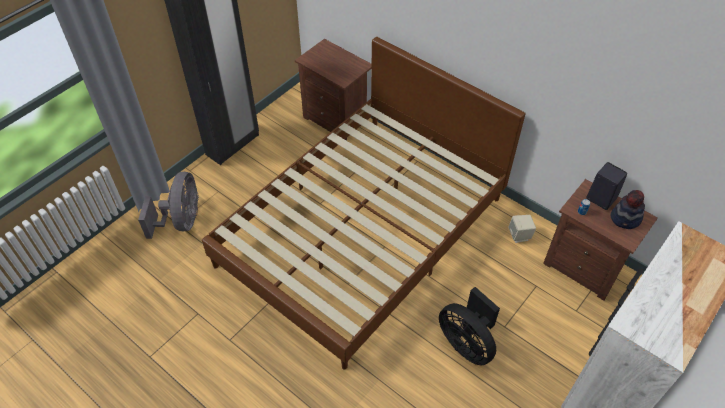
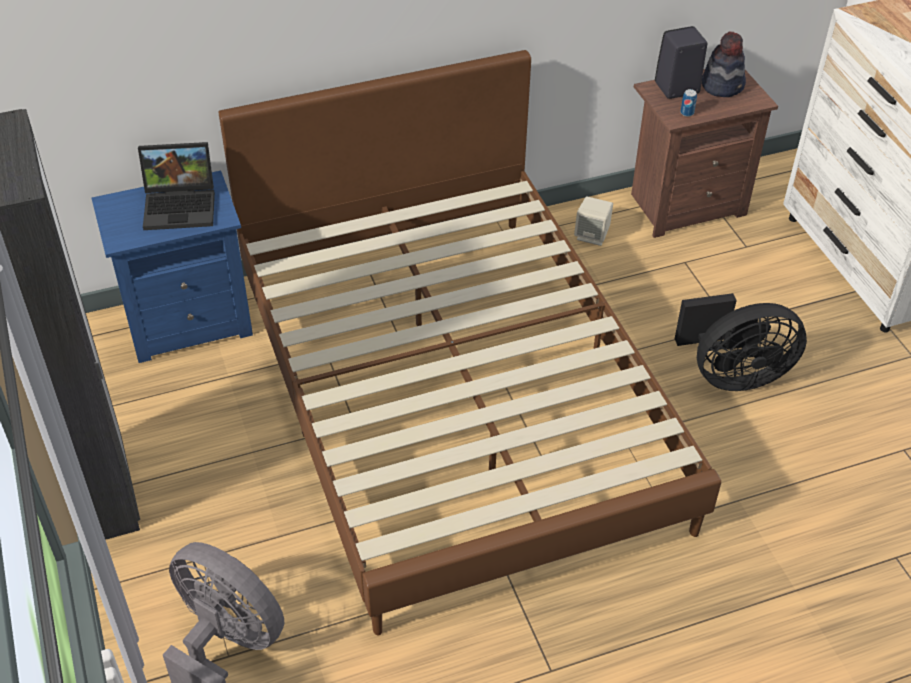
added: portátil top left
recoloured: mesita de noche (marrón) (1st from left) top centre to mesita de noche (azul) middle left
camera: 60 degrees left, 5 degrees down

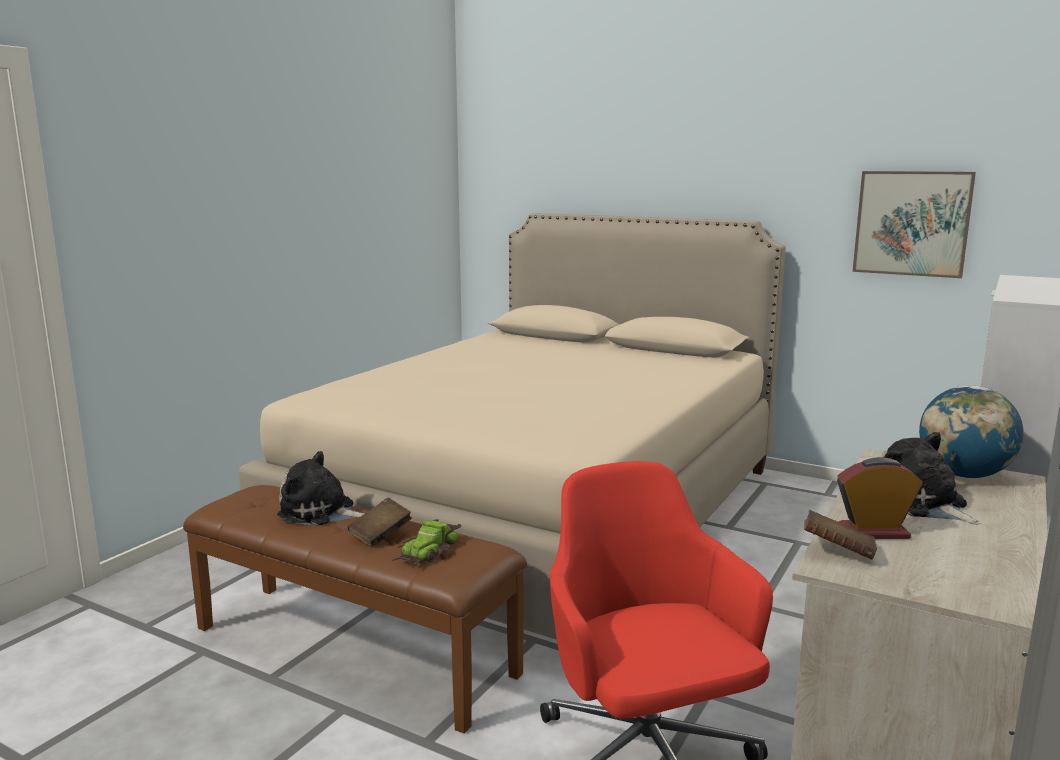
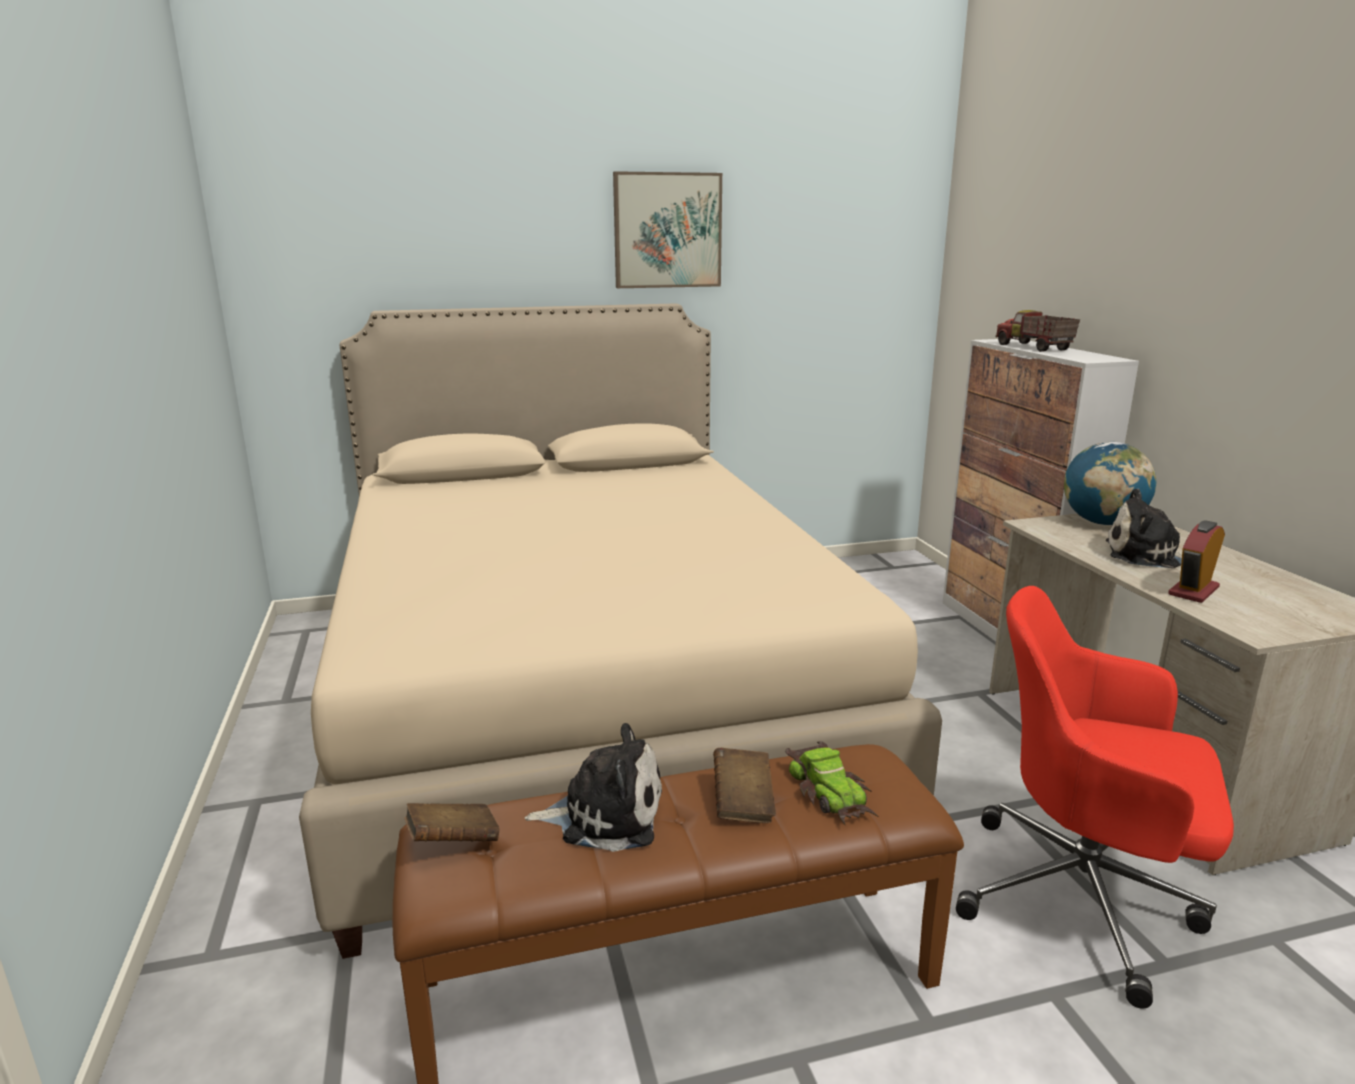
added: camión de juguete top right
moved: libro (marrón) (2nd from left in the first image) bottom right to libro (marrón) (1st from left) bottom left; cuadro top right to top centre
turned: peluche (1st from left) middle left = bottom centre 150 degrees counterclockwise
camera: 45 degrees left, 5 degrees up

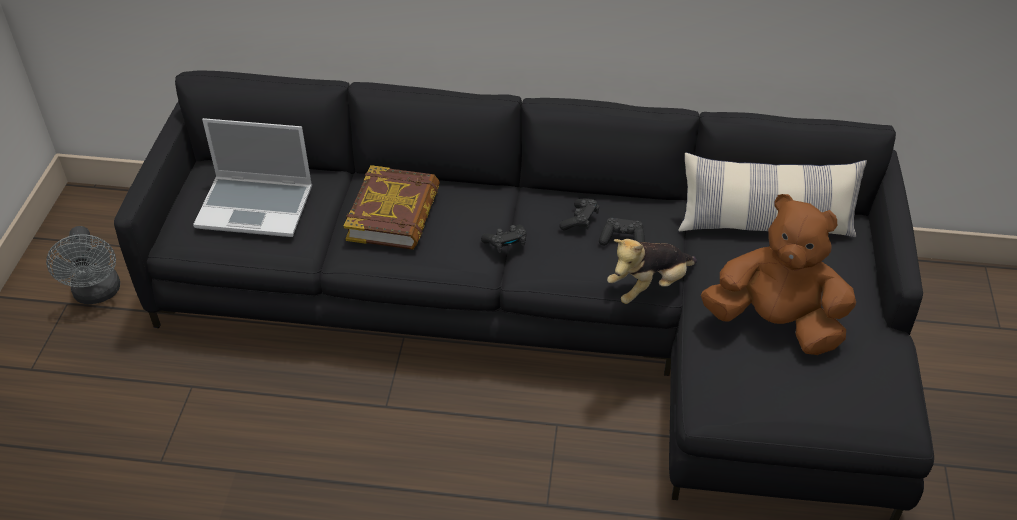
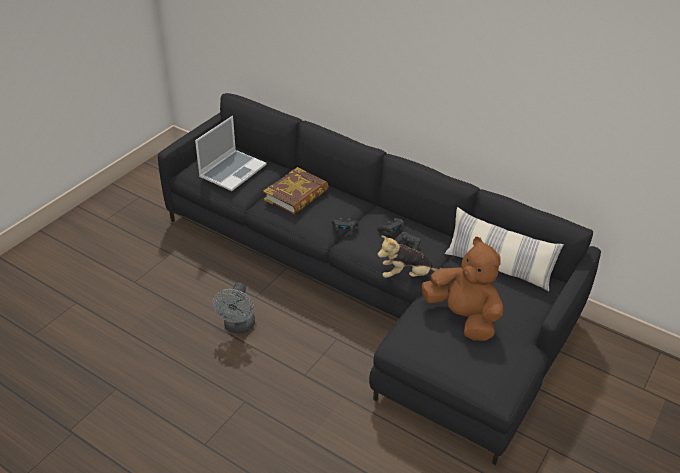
moved: ventilador (gris) middle left to centre
turned: portátil middle left = top centre 90 degrees counterclockwise
camera: 25 degrees right, 5 degrees down

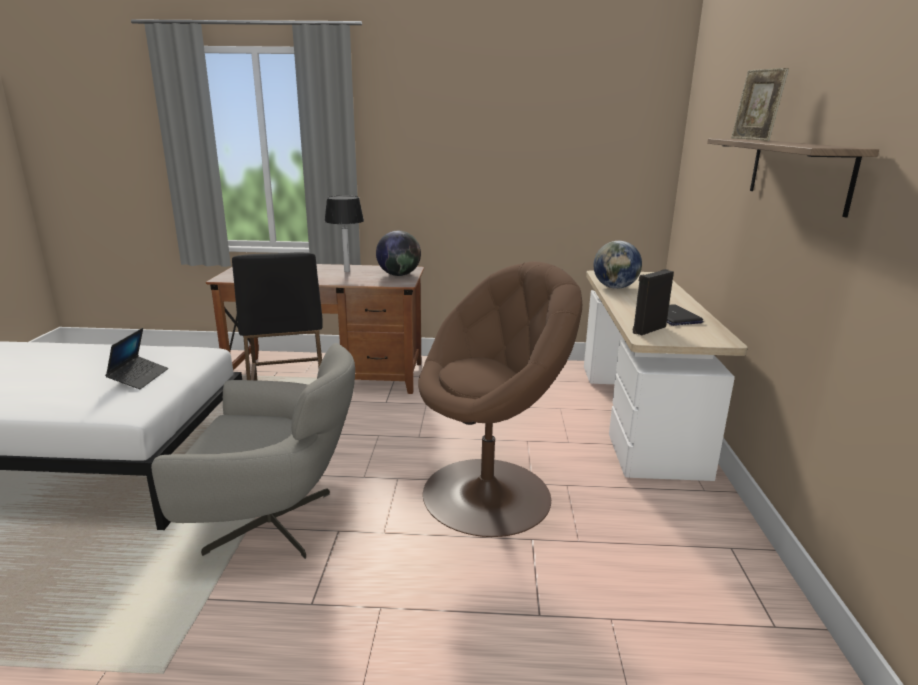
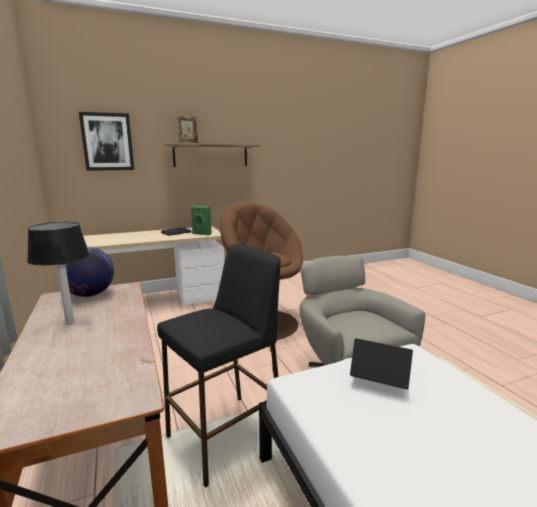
removed: globo terráqueo (2nd from left) middle right
added: cuadro top left
recoloured: altavoz (negro) middle right to altavoz (verde) centre
turned: portátil (1st from left in the first image) middle left = bottom right 45 degrees clockwise
camera: 115 degrees left, 5 degrees down

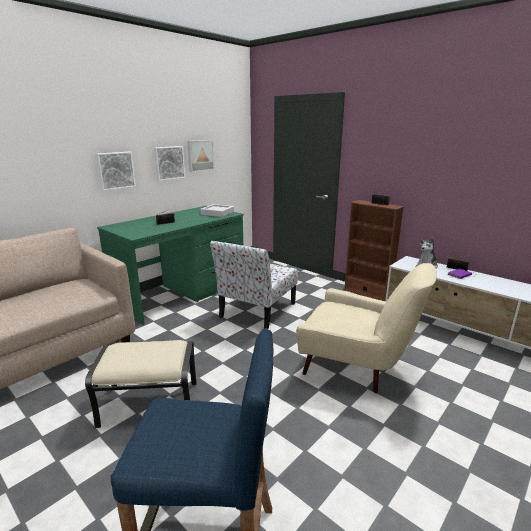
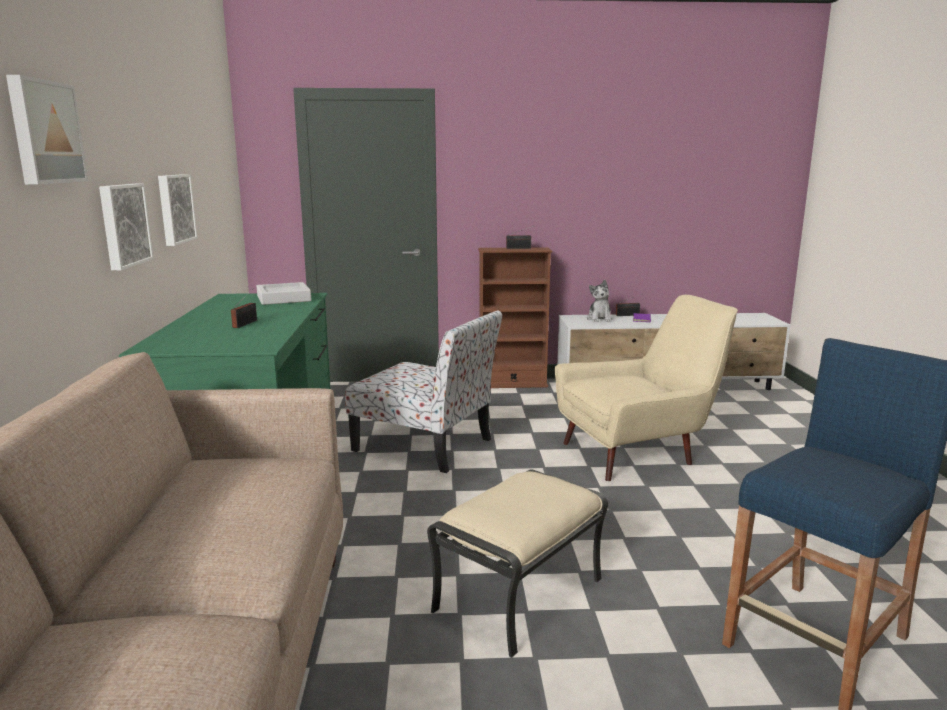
moved: cuadro (3rd from left in the first image) top centre to cuadro (1st from left) top left
turned: silla centre = centre 45 degrees counterclockwise
camera: 45 degrees left, 5 degrees down

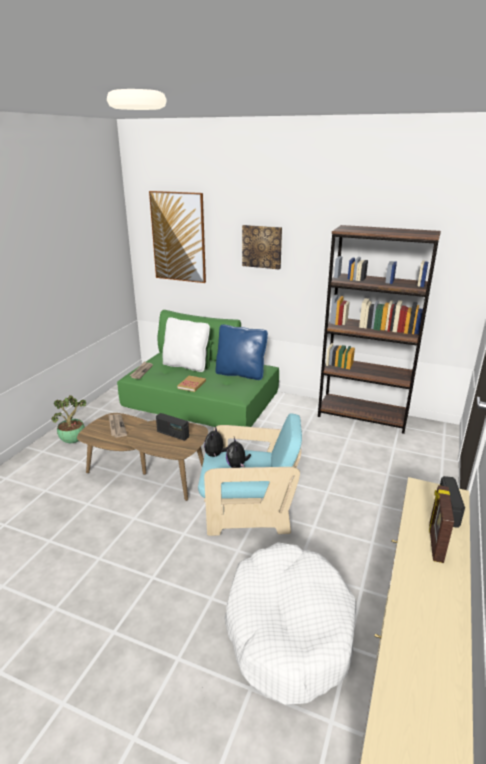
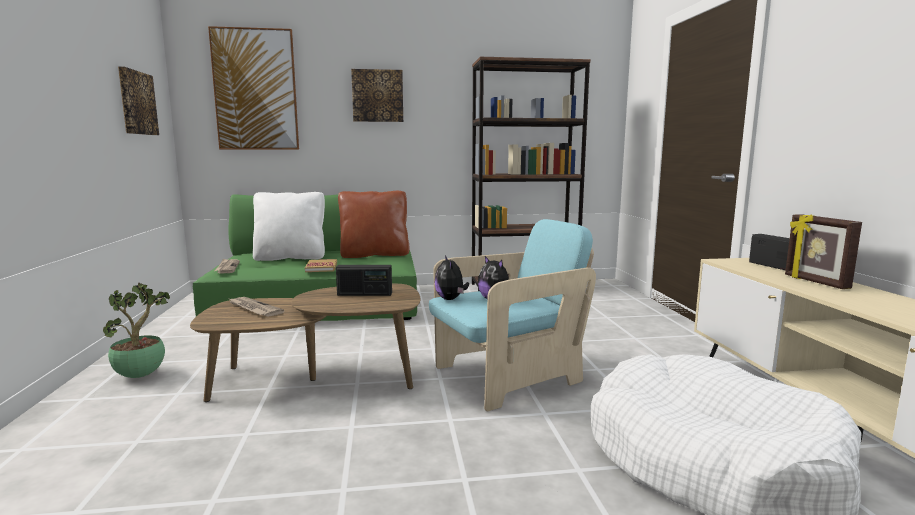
added: cuadro (1st from left) top left
recoloured: cojín (azul) centre to cojín (marrón) centre
camera: 30 degrees left, 15 degrees down

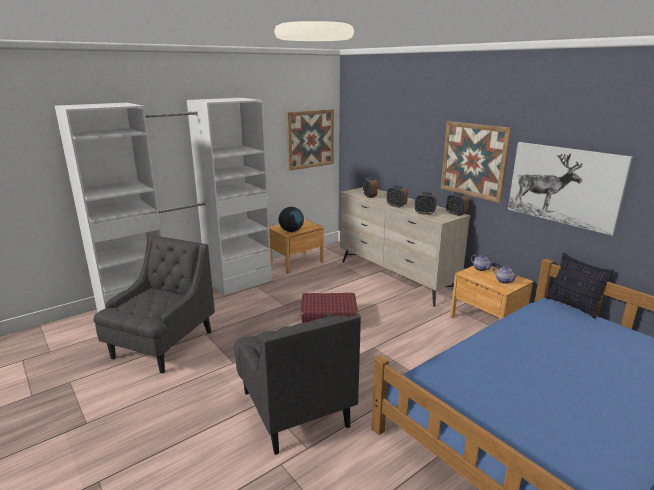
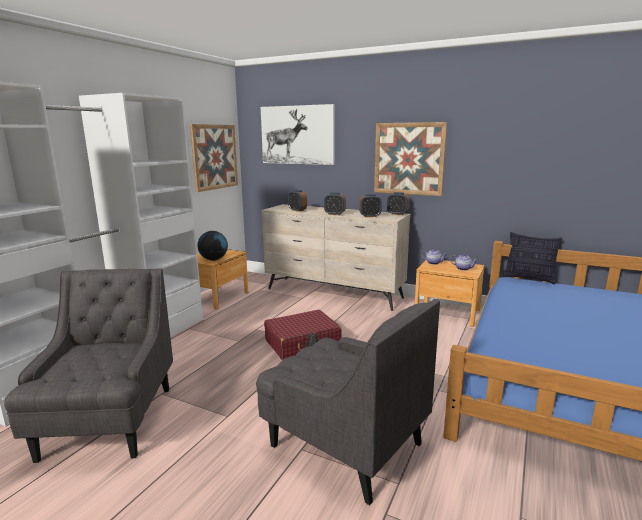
moved: cuadro (3rd from left in the first image) middle right to cuadro (2nd from left) top centre
camera: 25 degrees left, 5 degrees down

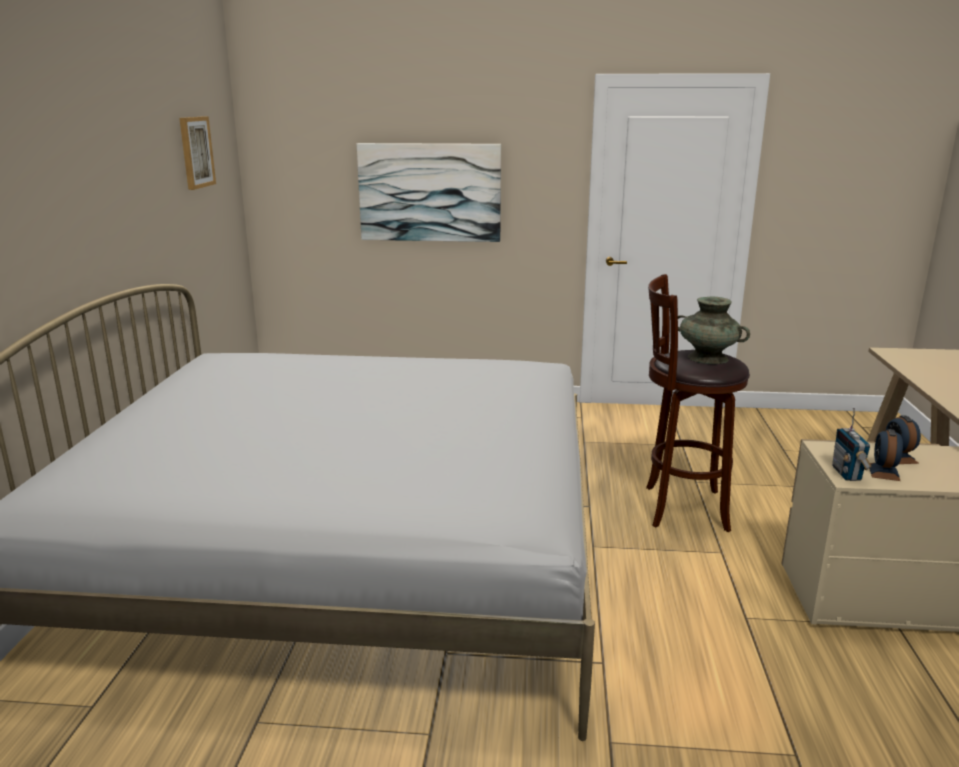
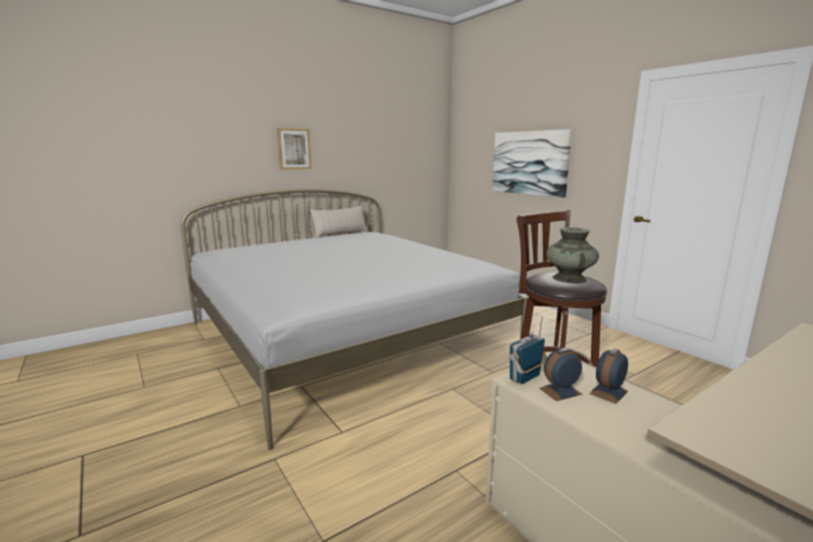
added: cojín (beis) centre
moved: cuadro (1st from left) top left to top centre
camera: 50 degrees right, 5 degrees down

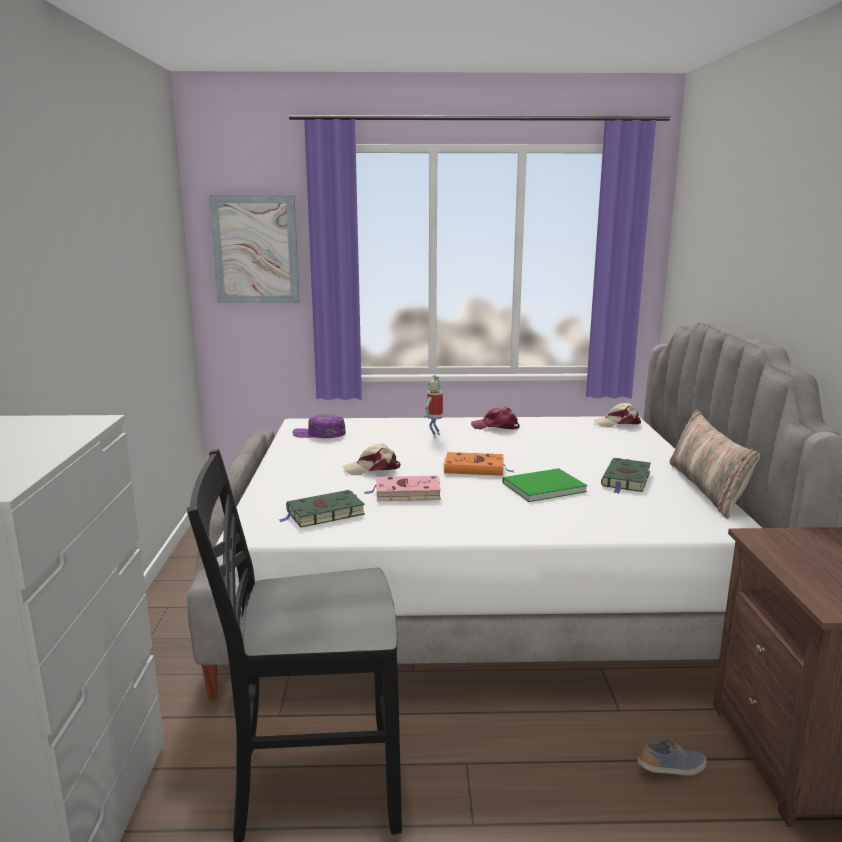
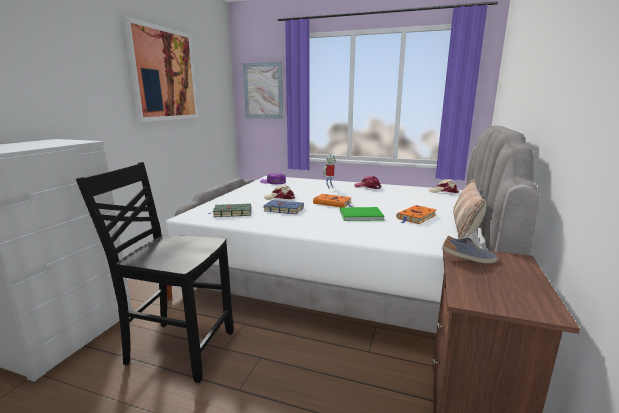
added: cuadro (1st from left) top left
moved: zapato bottom right to middle right
recoloured: libro (rosa) centre to libro (azul) centre; libro (verde) (3rd from left) middle right to libro (naranja) (2nd from left) middle right
camera: 20 degrees right, 0 degrees up

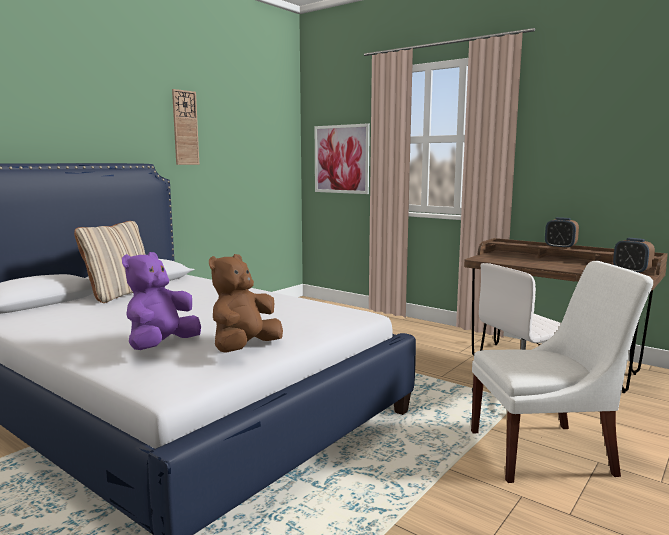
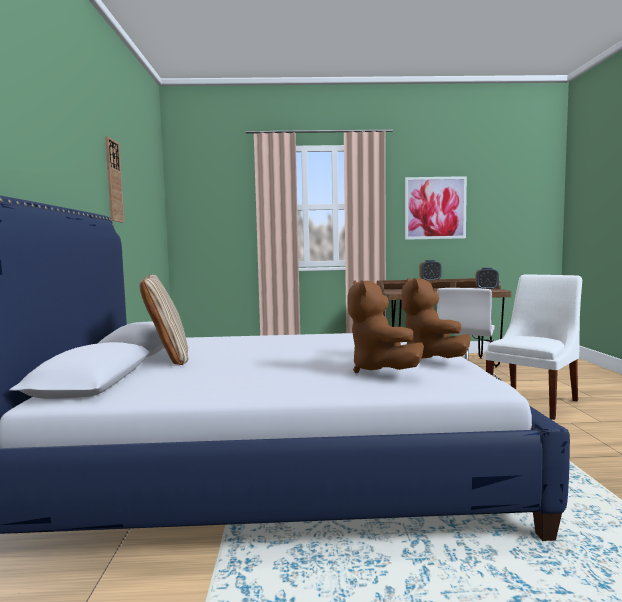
moved: cuadro top centre to middle right
recoloured: peluche (morado) middle left to peluche (marrón) (1st from left) centre
camera: 40 degrees left, 5 degrees down

